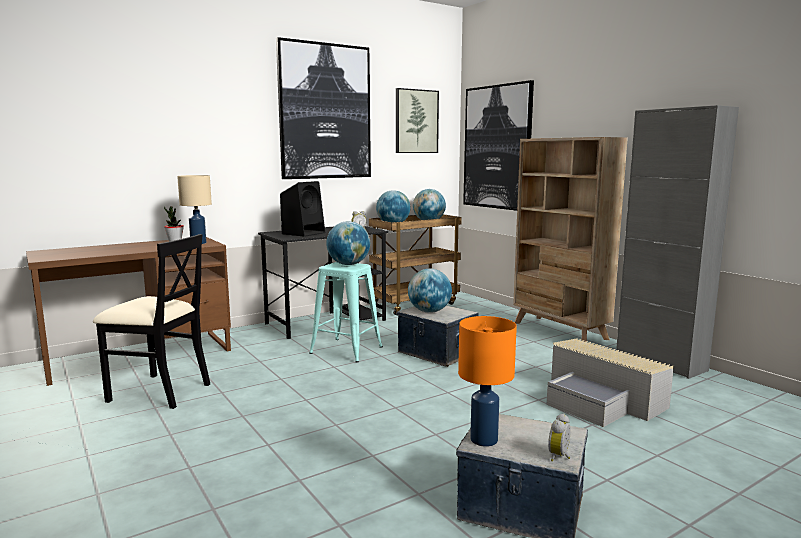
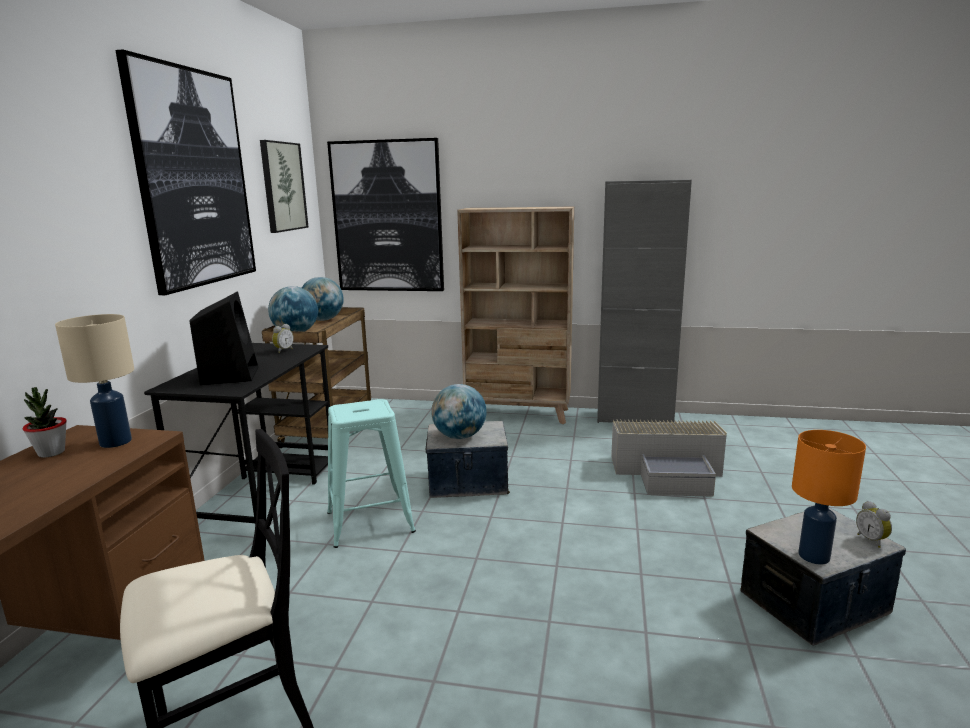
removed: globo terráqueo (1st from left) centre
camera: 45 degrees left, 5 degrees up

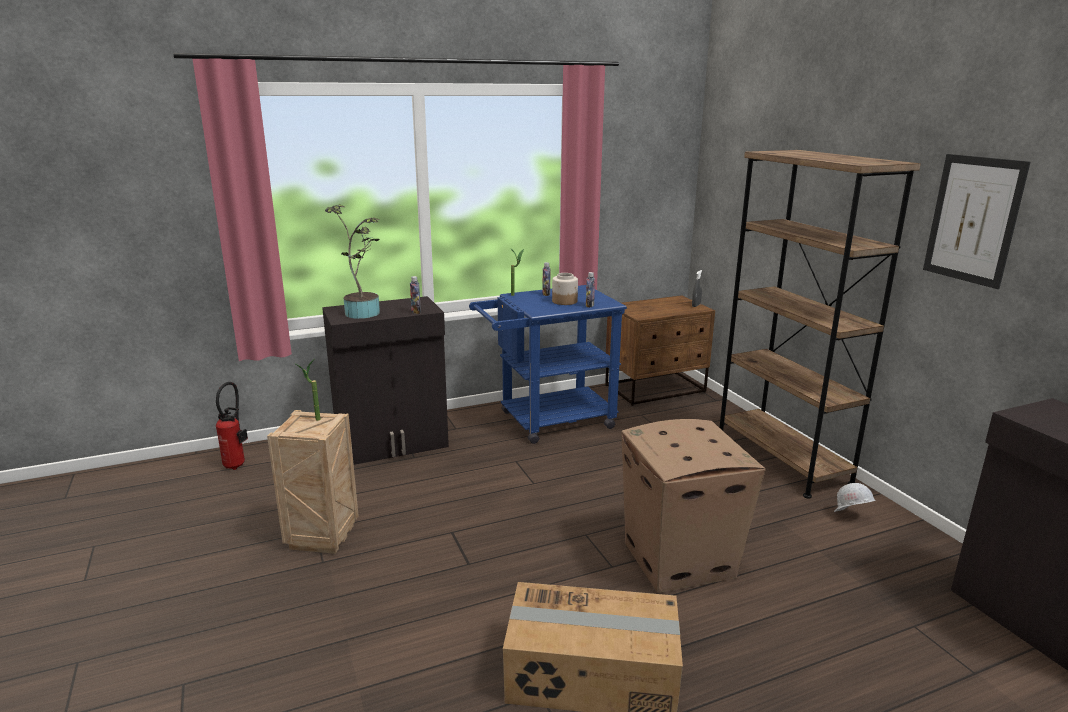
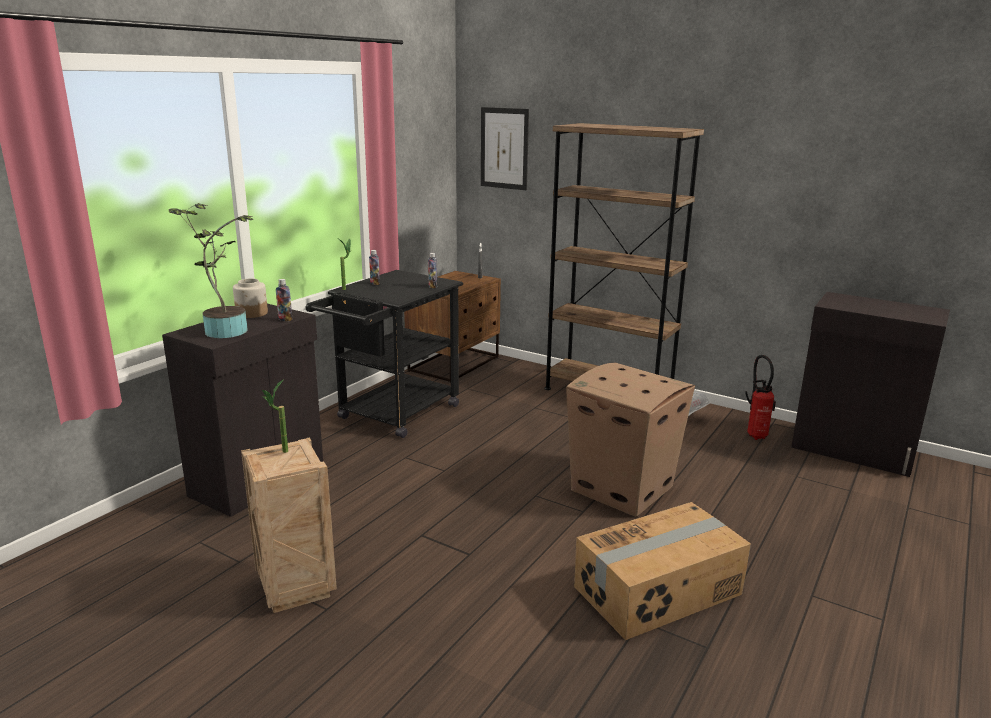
moved: extintor middle left to middle right; tarro centre to middle left; cuadro top right to top centre
recoloured: carrito (azul) centre to carrito (negro) centre
camera: 35 degrees left, 0 degrees up

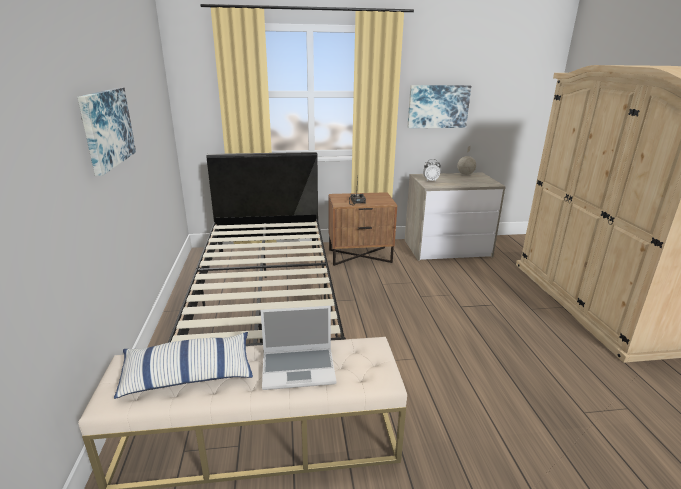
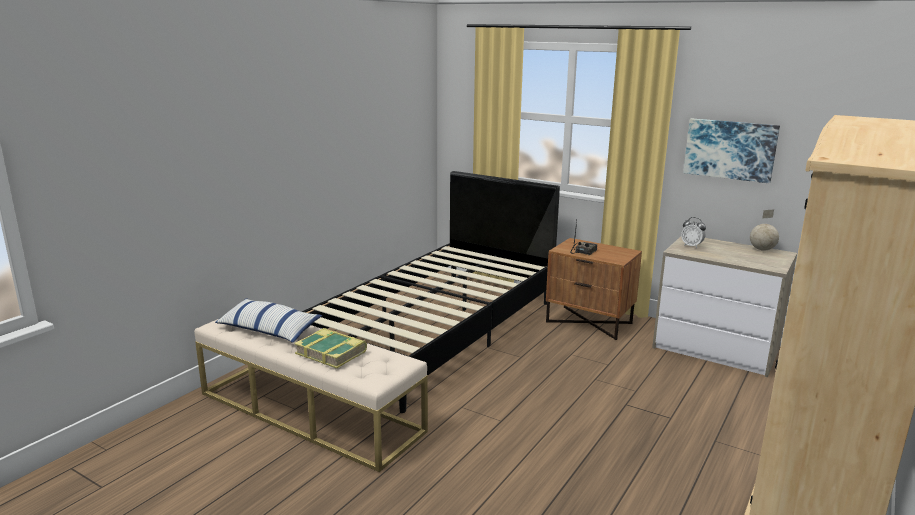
removed: cuadro (1st from left) top left
replaced: portátil bottom centre to libro bottom centre
camera: 40 degrees right, 5 degrees down

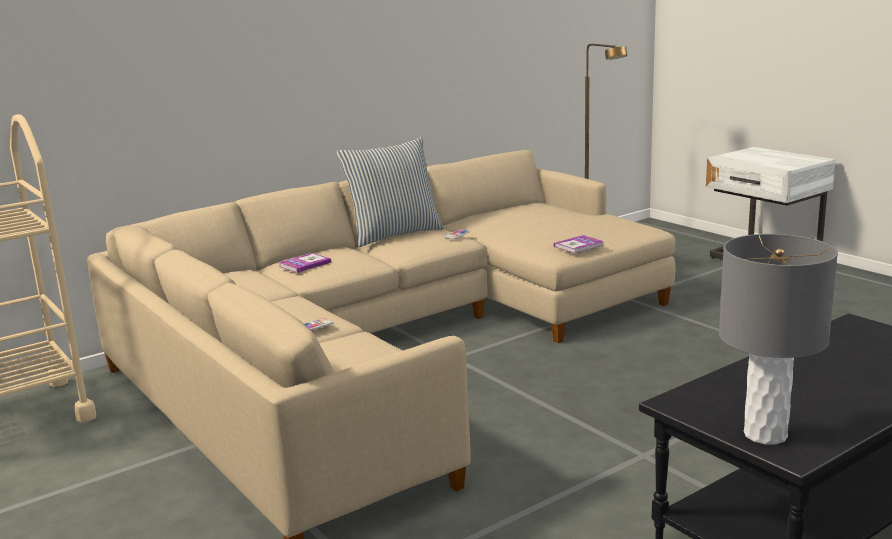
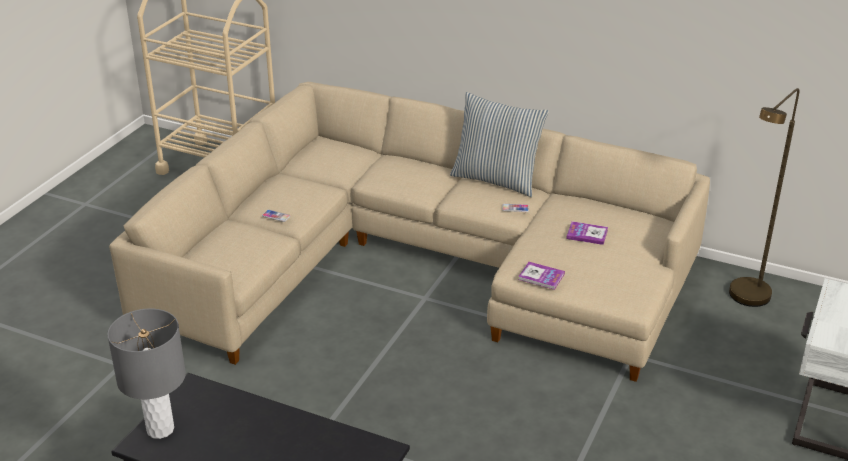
moved: libro (1st from left in the first image) centre to libro (2nd from left) middle right
camera: 60 degrees right, 15 degrees up

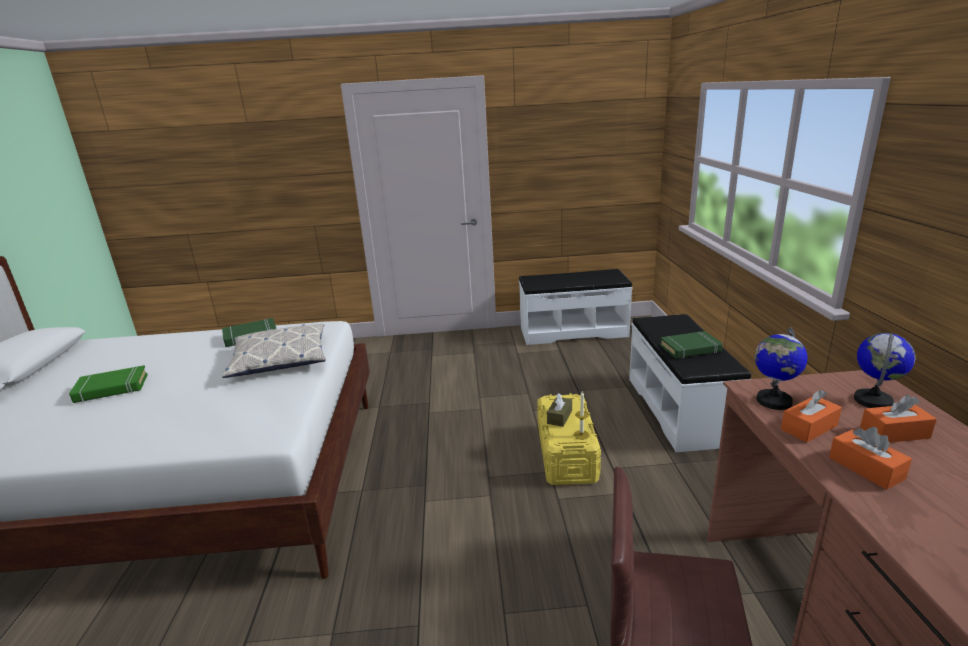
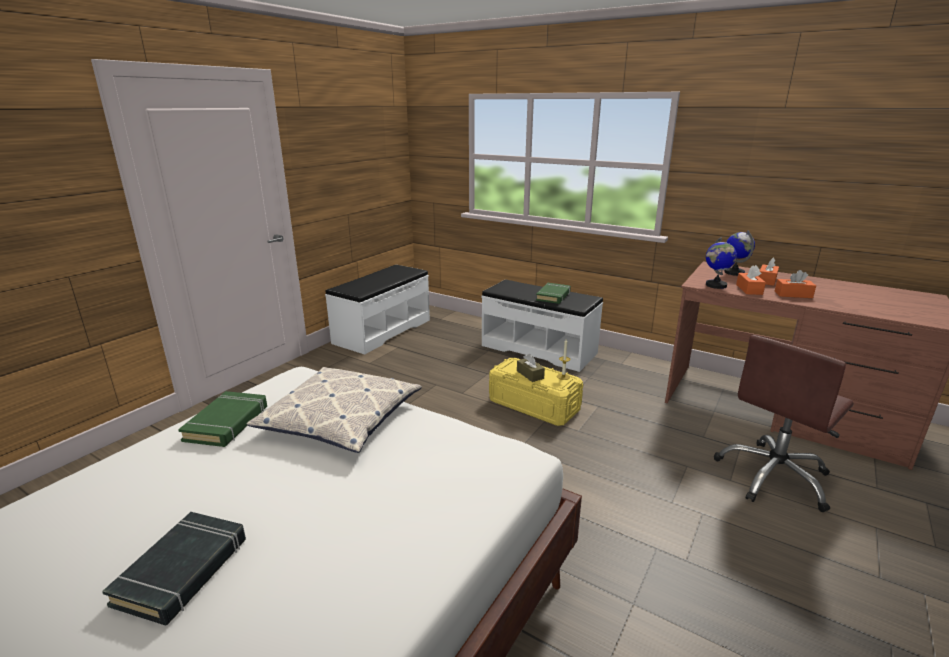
recoloured: libro (verde) (1st from left) middle left to libro (negro) bottom left
camera: 55 degrees left, 0 degrees up

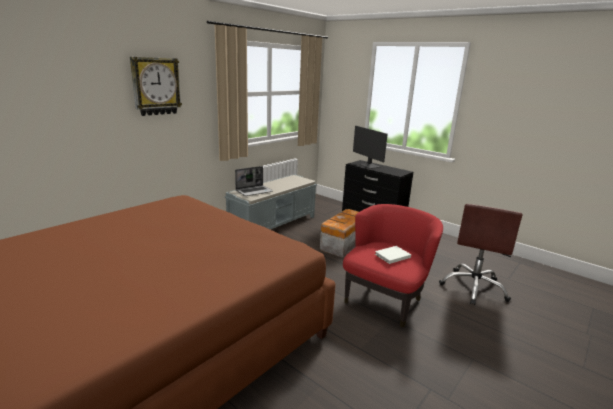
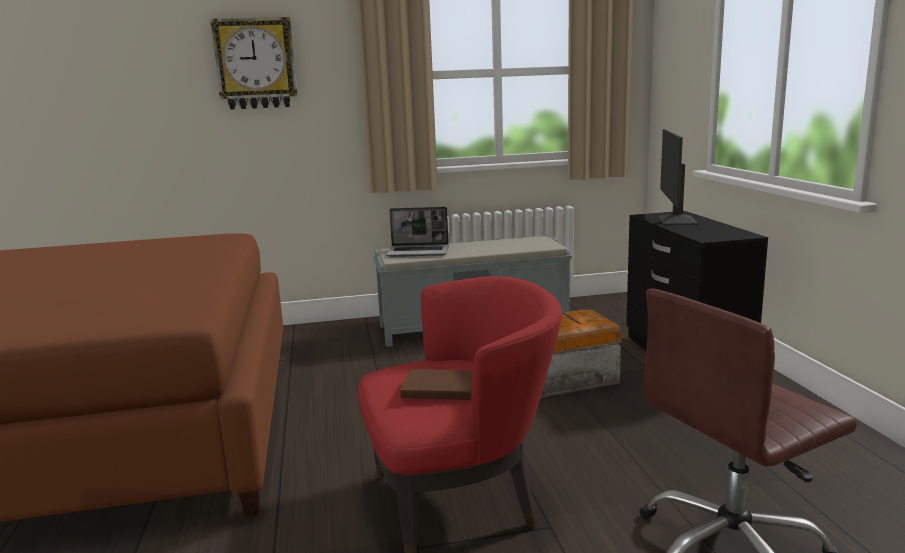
recoloured: libro (blanco) centre to libro (marrón) bottom centre
camera: 40 degrees right, 5 degrees down

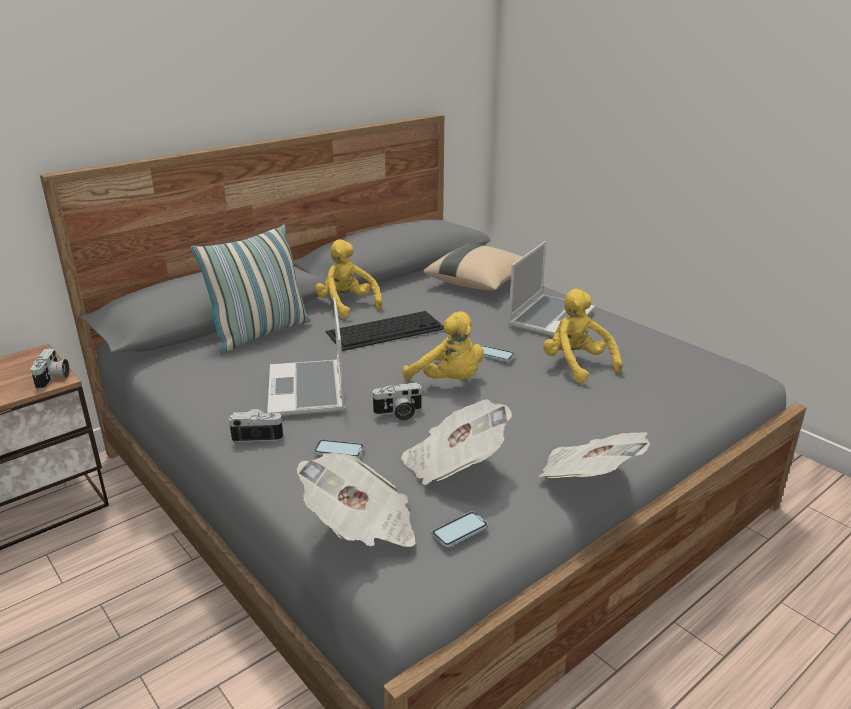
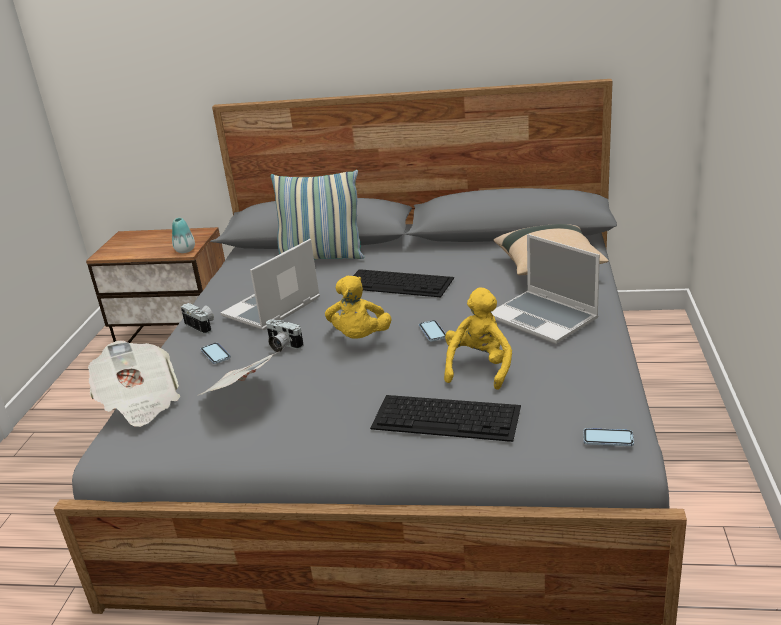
removed: peluche (amarillo) (1st from left) centre; periódico (3rd from left) middle right
added: teclado (2nd from left) bottom centre
moved: móvil (2nd from left in the first image) bottom centre to móvil (3rd from left) bottom right
replaced: cámara (1st from left) middle left to florero middle left
turned: portátil (2nd from left) centre = middle right 60 degrees clockwise
camera: 50 degrees right, 0 degrees up

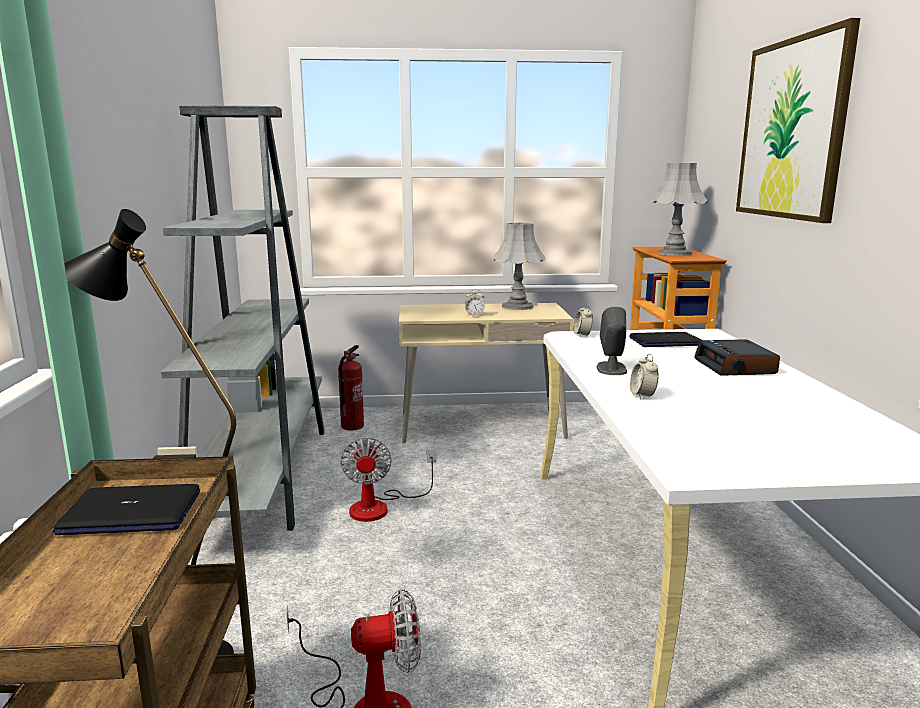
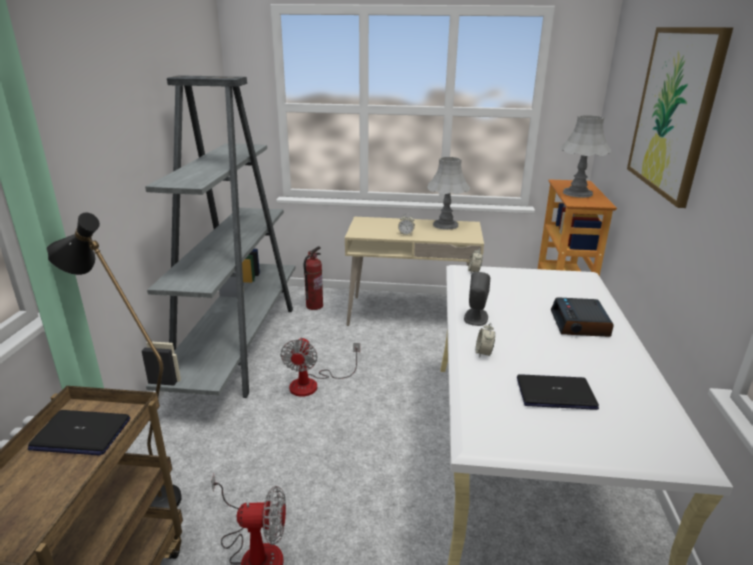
moved: portátil (2nd from left) middle right to bottom right
camera: 10 degrees right, 10 degrees up

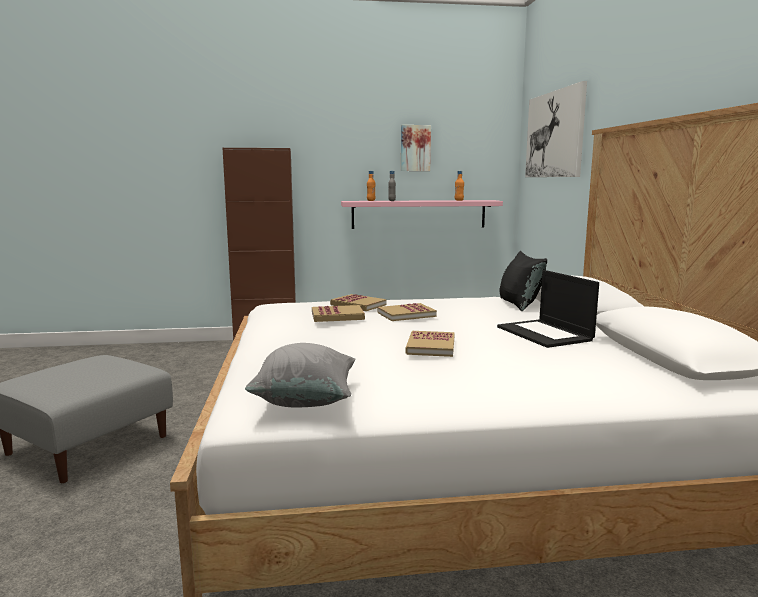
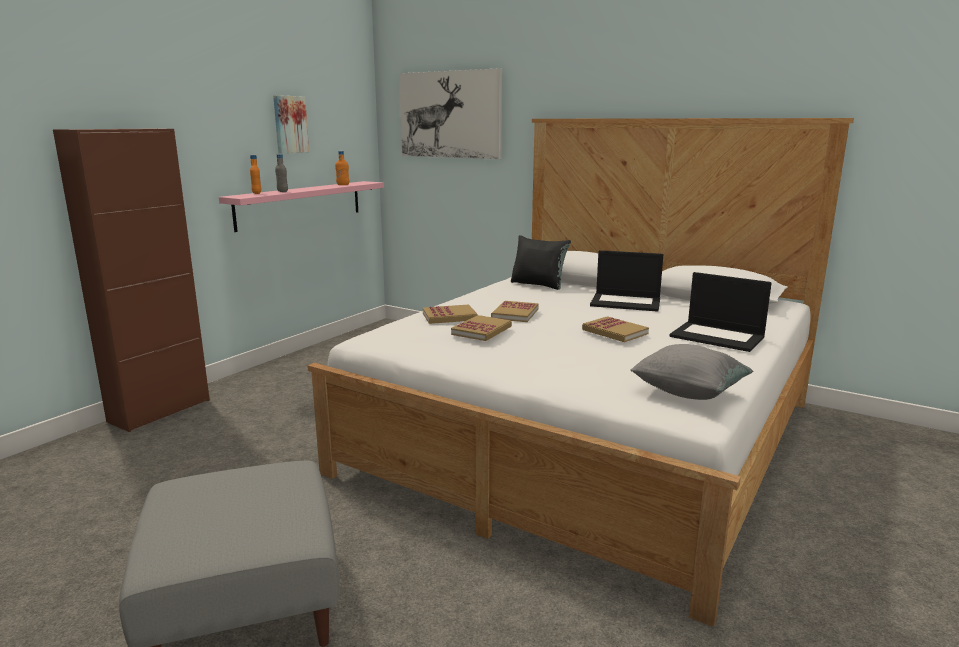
added: portátil (2nd from left) middle right
camera: 50 degrees left, 5 degrees up

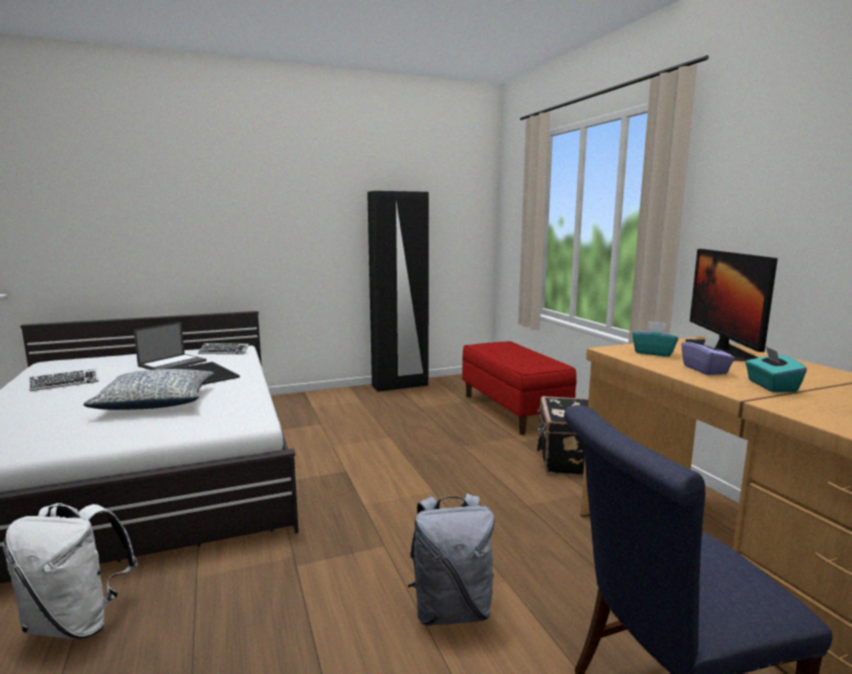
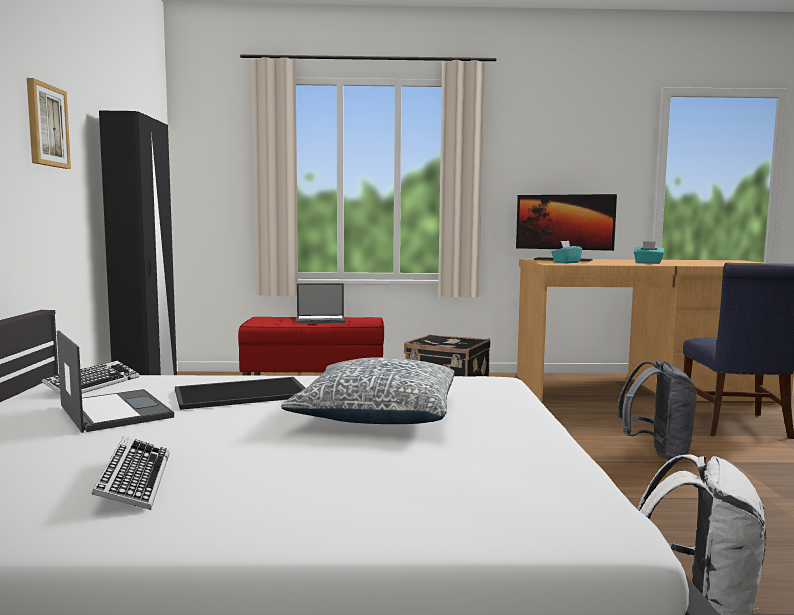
removed: caja de pañuelos (morado) middle right
added: cuadro top left; portátil (2nd from left) centre
camera: 70 degrees left, 5 degrees down

